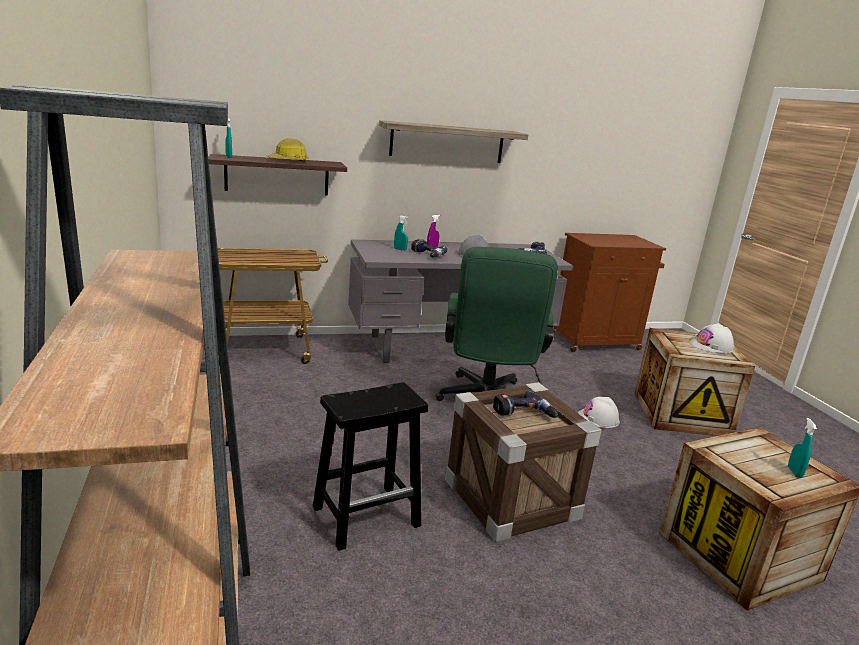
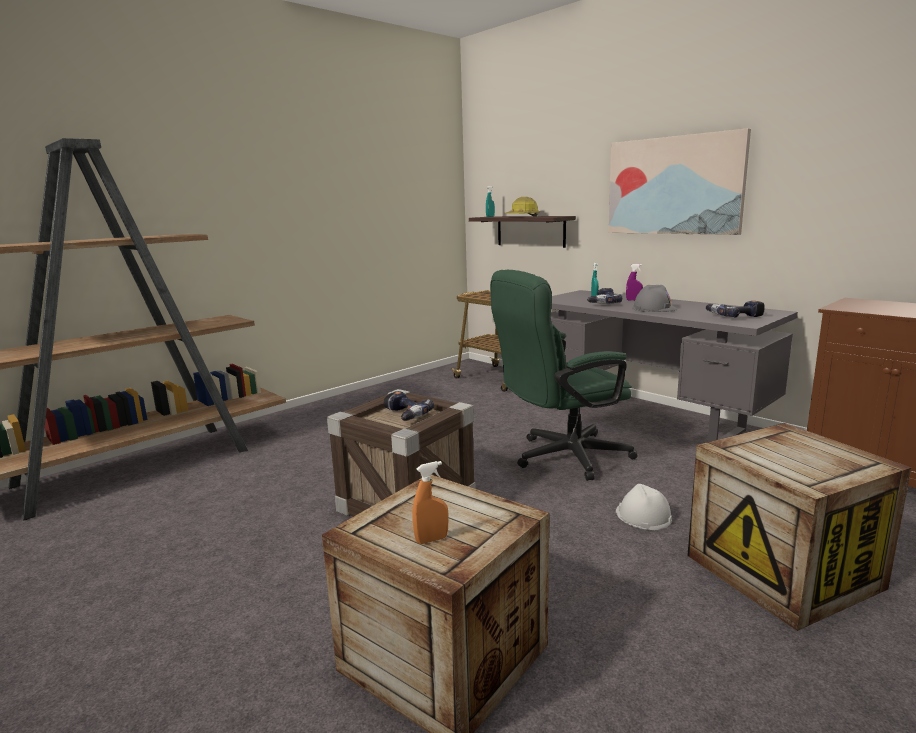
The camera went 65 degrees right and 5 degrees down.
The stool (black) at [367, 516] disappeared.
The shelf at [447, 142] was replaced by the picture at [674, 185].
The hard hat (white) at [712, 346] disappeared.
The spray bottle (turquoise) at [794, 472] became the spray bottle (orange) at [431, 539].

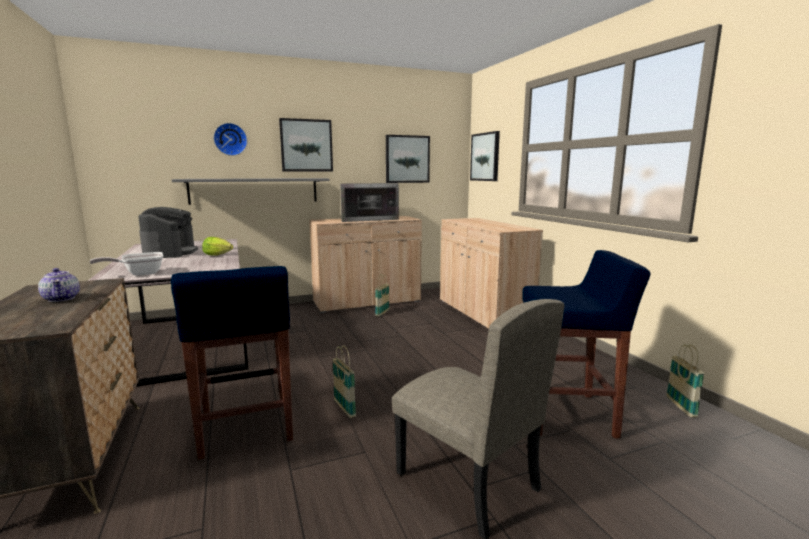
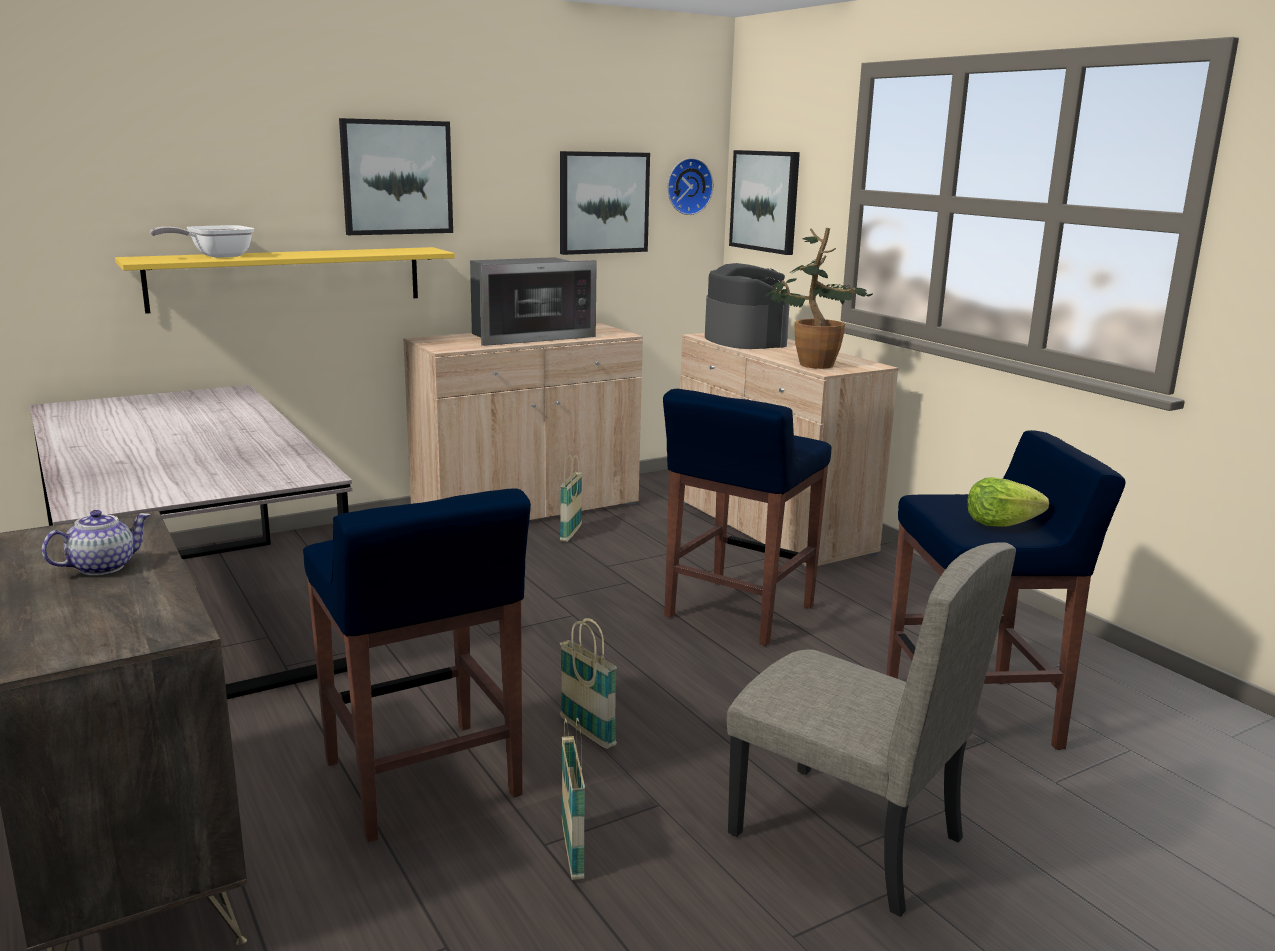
The camera went 10 degrees left and 5 degrees up.
The teapot at [62, 298] turned 90 degrees counterclockwise.
The frying pan moved from [139, 273] to [215, 256].
The coffee machine moved from [170, 252] to [744, 340].
The shelf (grey) at [254, 190] became the shelf (yellow) at [287, 278].
The lettuce moved from [217, 255] to [1000, 524].
The wall clock moved from [230, 139] to [687, 186].
The basket moved from [680, 407] to [572, 851].
The stool (blue) at [737, 613] appeared.
The potted plant at [811, 363] appeared.

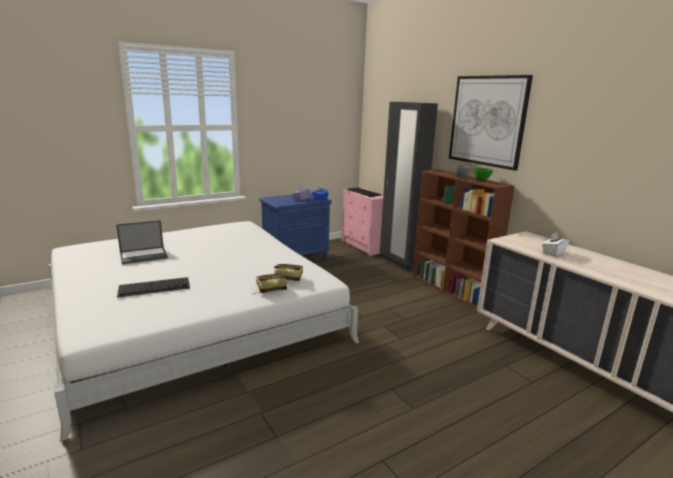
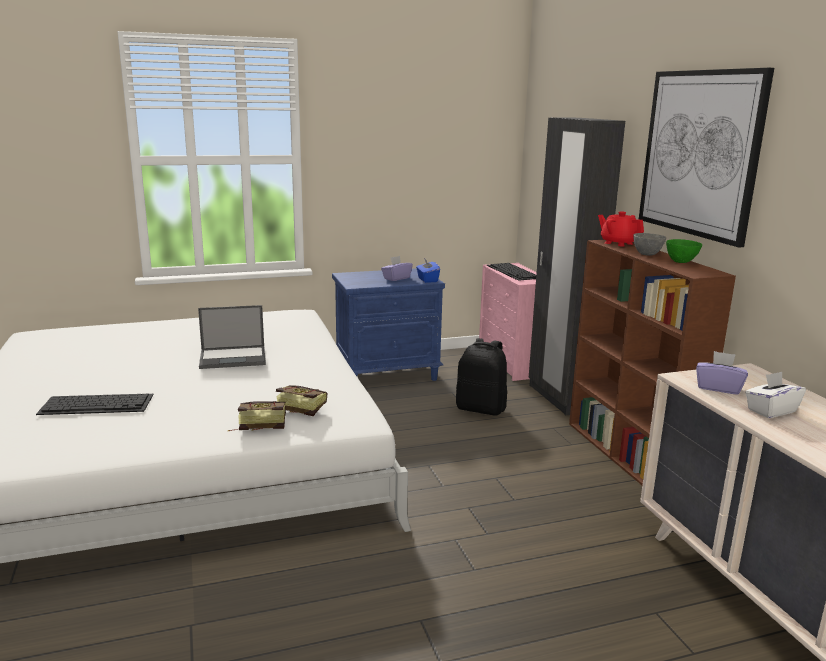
The camera went 15 degrees right and 0 degrees up.
The laptop moved from [144, 255] to [234, 358].
The backpack (black) at [481, 409] appeared.
The teapot (red) at [618, 243] appeared.
The tissue box (purple) at [718, 388] appeared.

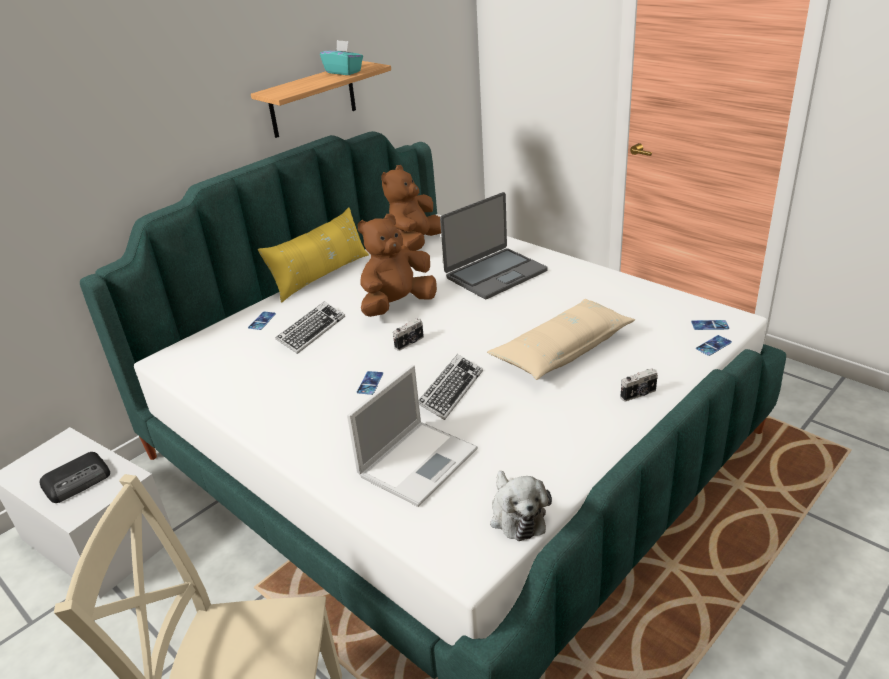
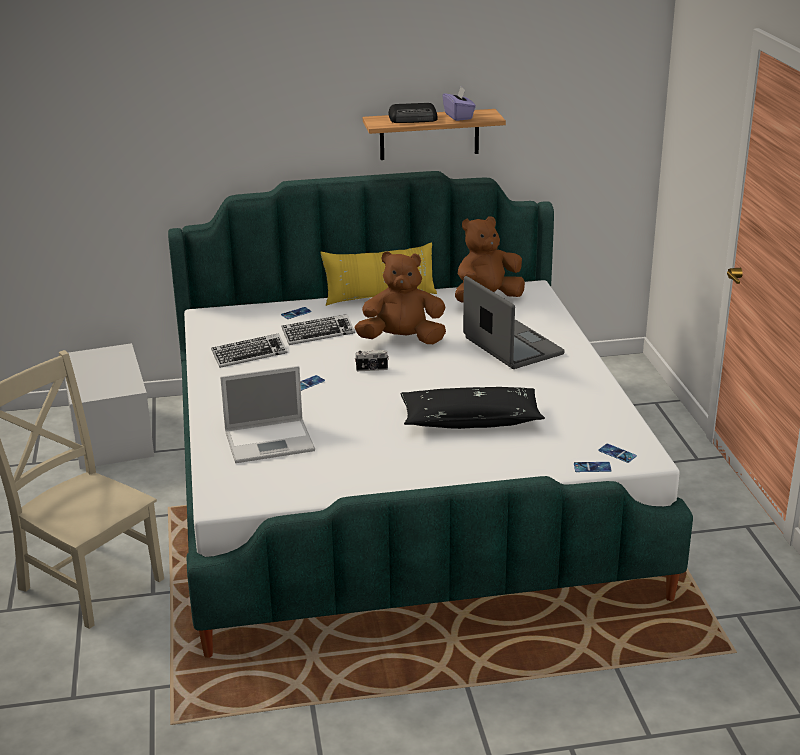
The camera went 35 degrees right and 5 degrees down.
The radio moved from [78, 481] to [414, 119].
The tissue box (turquoise) at [344, 72] became the tissue box (purple) at [459, 116].
The keyboard moved from [450, 391] to [249, 355].
The laptop at [495, 274] turned 120 degrees counterclockwise.
The pillow (beige) at [562, 350] became the pillow (black) at [471, 420].
The plush toy at [516, 515] disappeared.
The photo camera at [639, 394] disappeared.

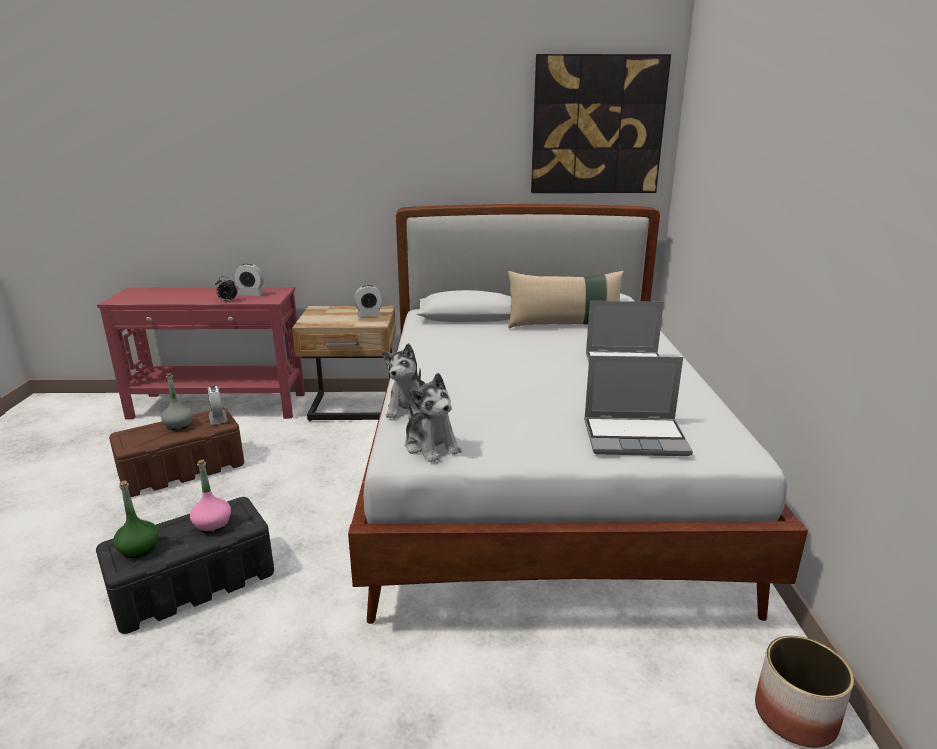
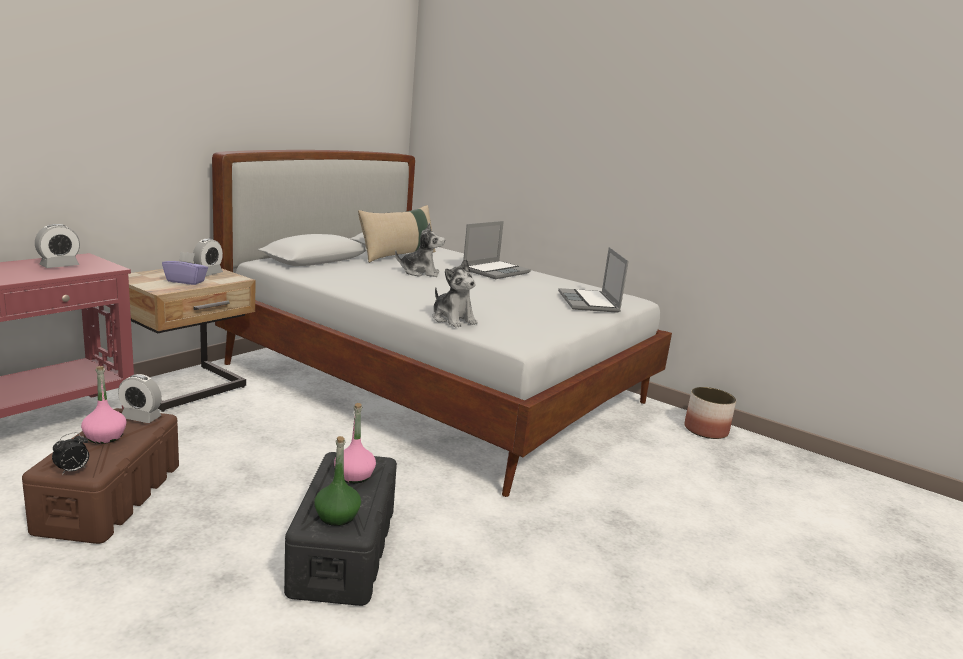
The camera went 55 degrees left and 5 degrees down.
The bottle (grey) at [179, 425] became the bottle (pink) at [104, 437].
The alarm clock moved from [227, 301] to [72, 471].
The plush toy moved from [431, 446] to [420, 273].
The picture at [597, 126] disappeared.
The laptop at [636, 437] turned 135 degrees clockwise.
The tissue box (purple) at [186, 281] appeared.

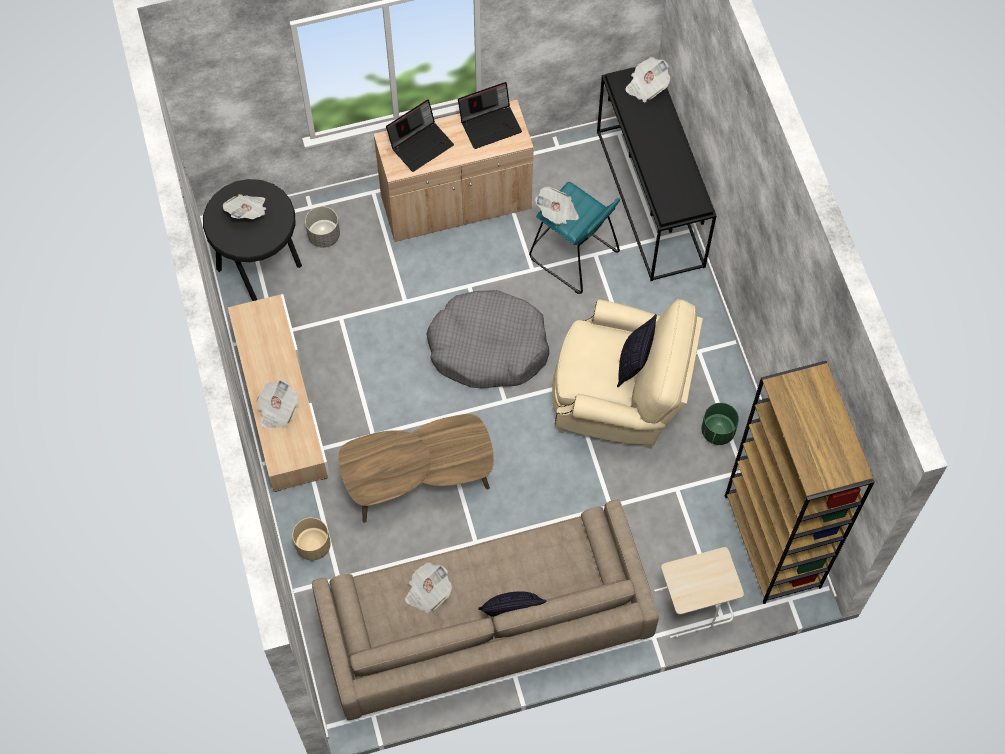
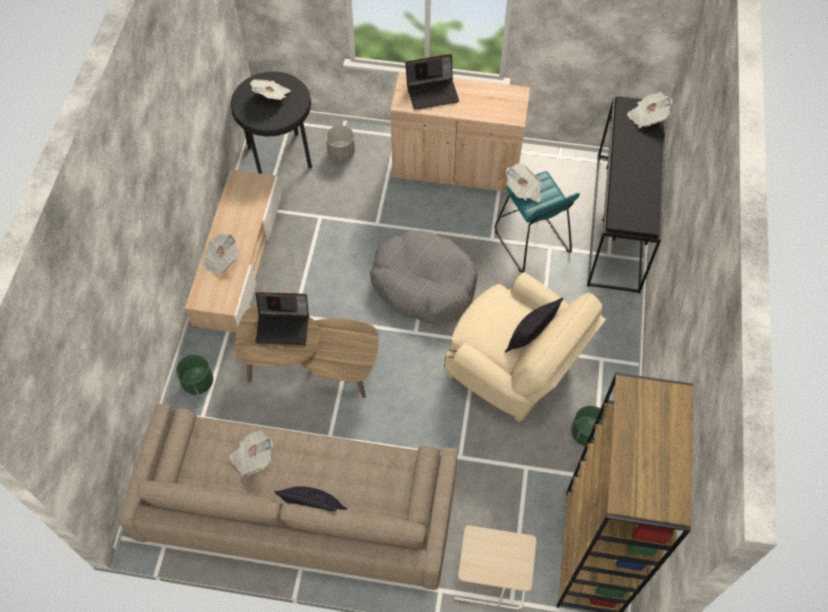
The camera went 25 degrees right and 5 degrees down.
The planter (beige) at [313, 545] became the planter (green) at [198, 382].
The laptop moved from [490, 124] to [283, 326].

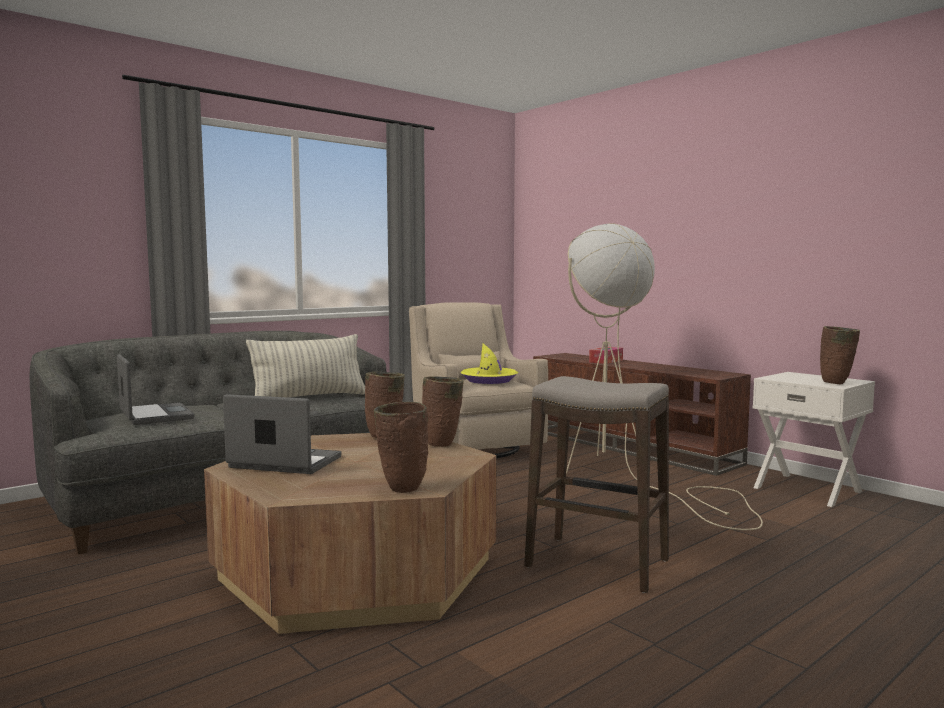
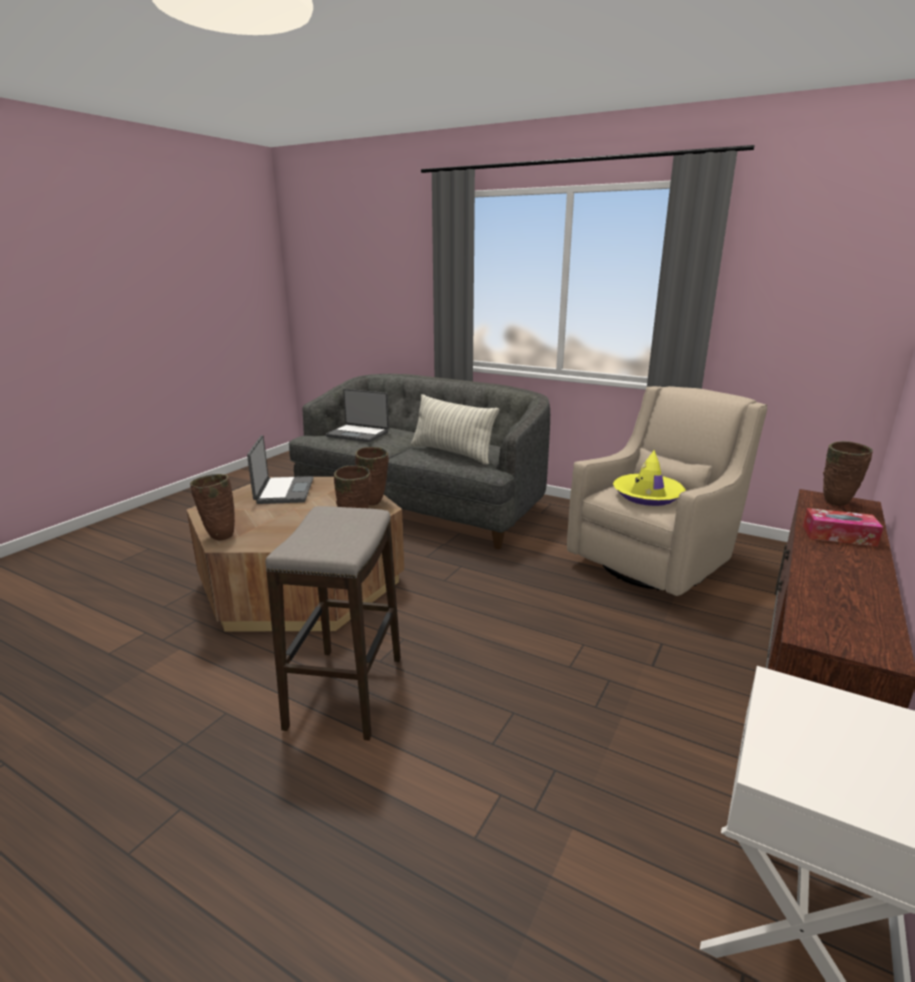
The camera went 70 degrees right and 15 degrees up.
The laptop at [154, 416] turned 75 degrees clockwise.
The floor lamp (beige) at [629, 477] disappeared.
The vase (brown) moved from [836, 383] to [836, 503].

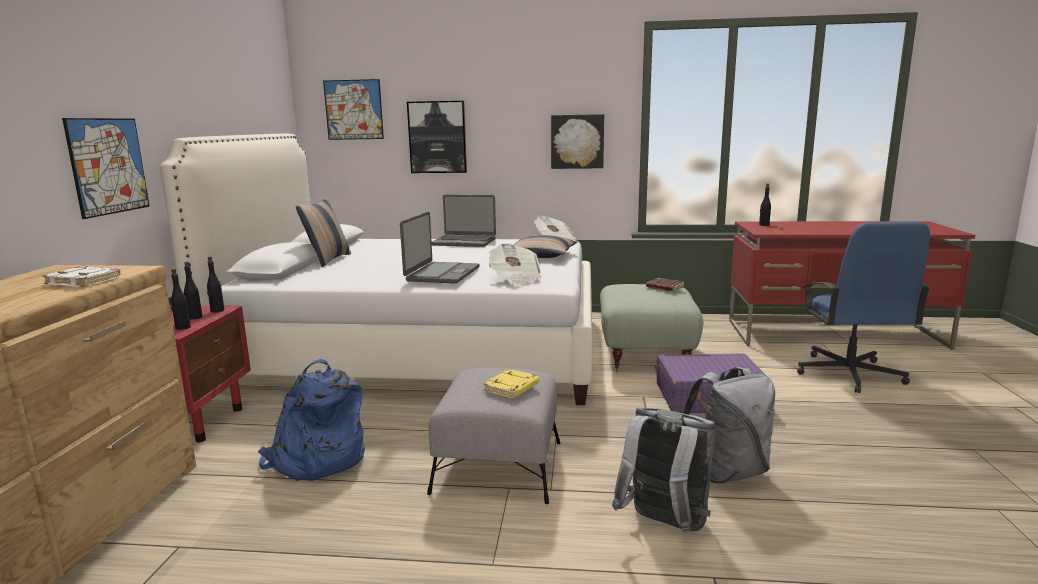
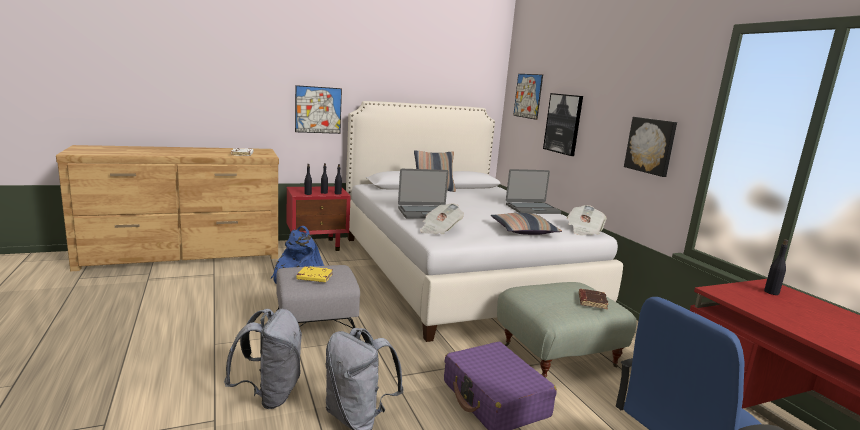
The camera went 60 degrees right and 0 degrees up.
The laptop at [464, 242] turned 90 degrees counterclockwise.

